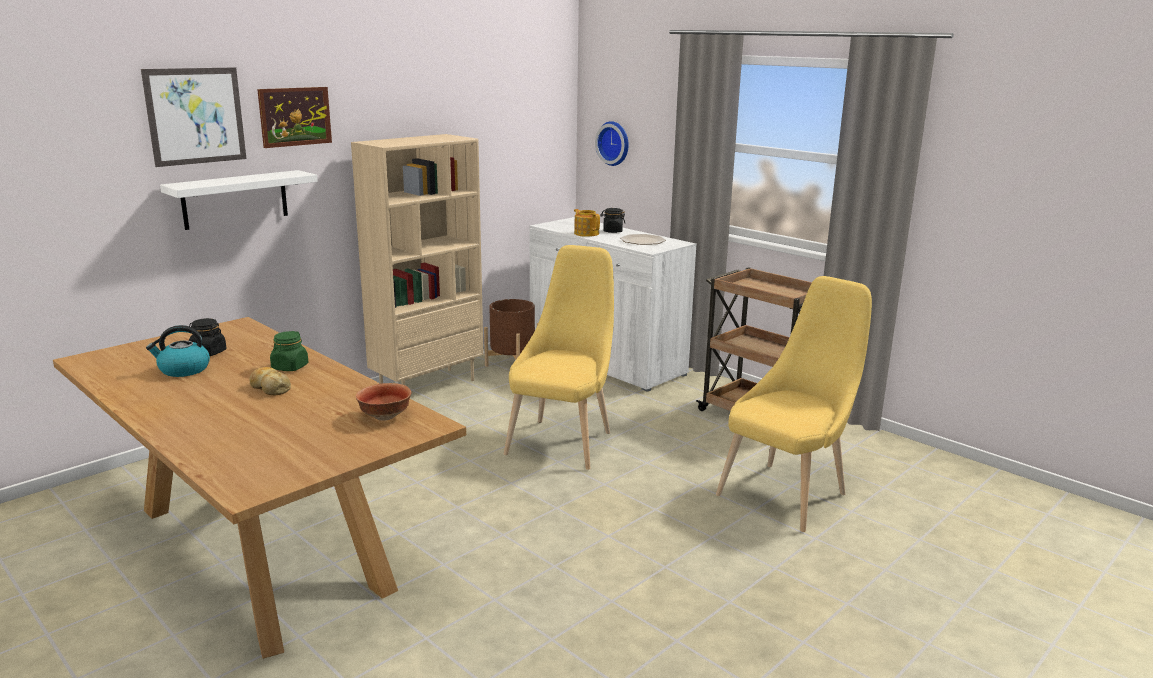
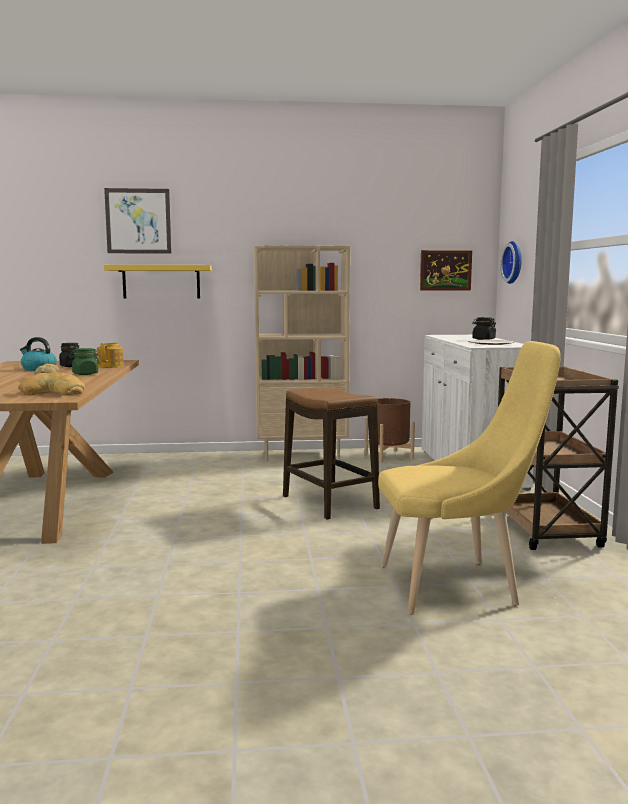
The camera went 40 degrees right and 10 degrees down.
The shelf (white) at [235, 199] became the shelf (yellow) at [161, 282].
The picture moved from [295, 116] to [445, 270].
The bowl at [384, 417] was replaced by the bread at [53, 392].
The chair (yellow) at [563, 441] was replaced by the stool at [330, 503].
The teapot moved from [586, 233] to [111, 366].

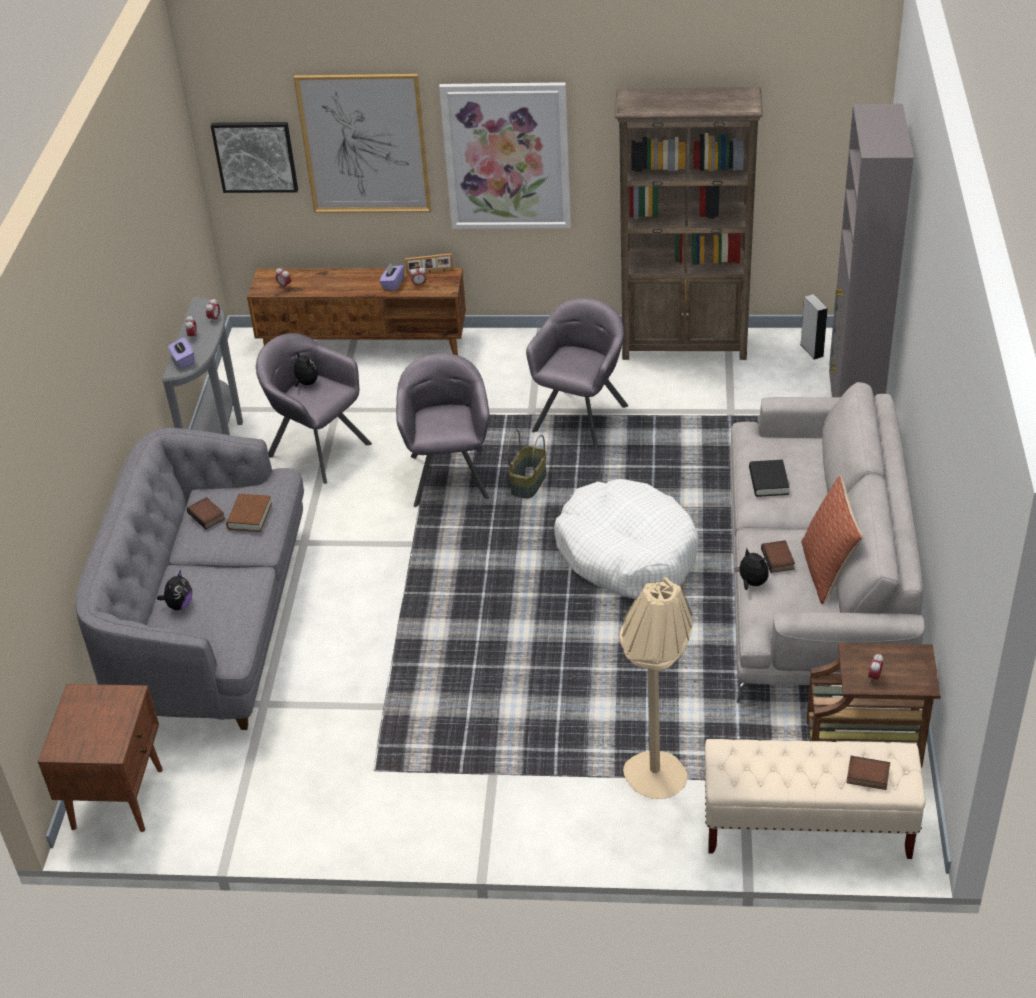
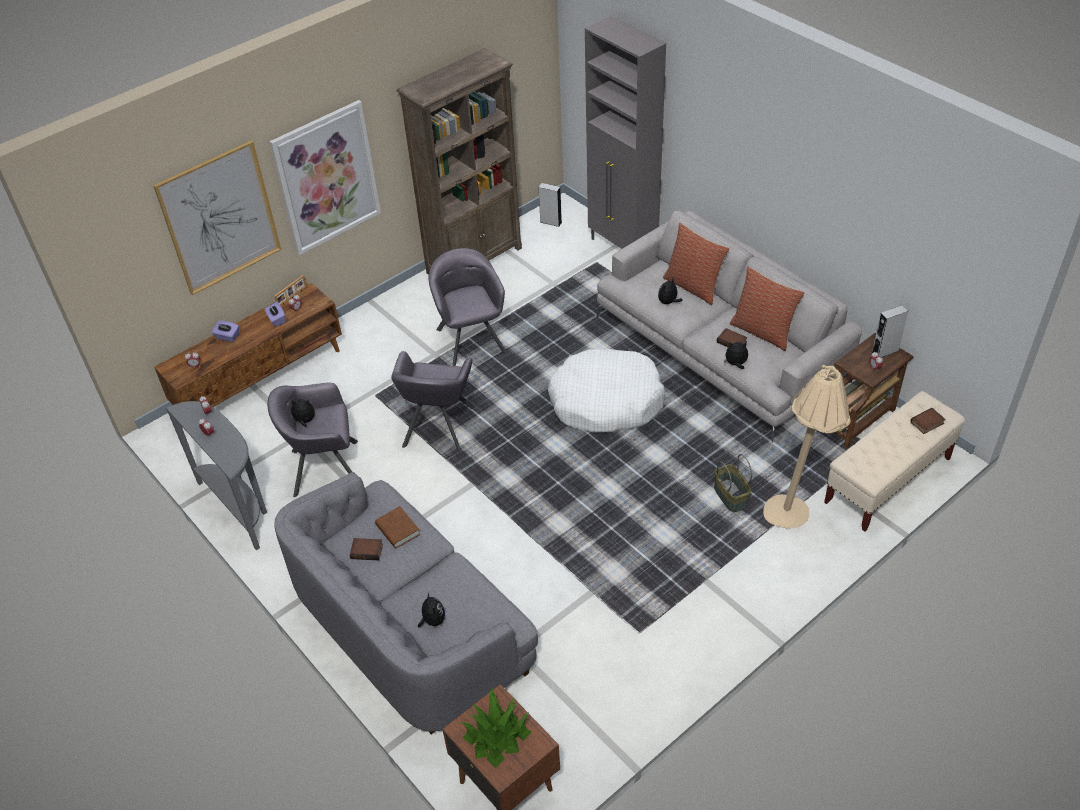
The camera went 45 degrees left and 5 degrees up.
The tissue box (purple) moved from [183, 360] to [227, 337].
The picture at [255, 156] disappeared.
The armchair (grey) at [450, 476] turned 120 degrees counterclockwise.
The basket moved from [528, 483] to [730, 496].
The book (black) at [768, 482] was replaced by the plush toy at [668, 302].
The potted plant at [496, 736] appeared.
The pillow at [693, 286] appeared.
The speaker (grey) at [885, 351] appeared.

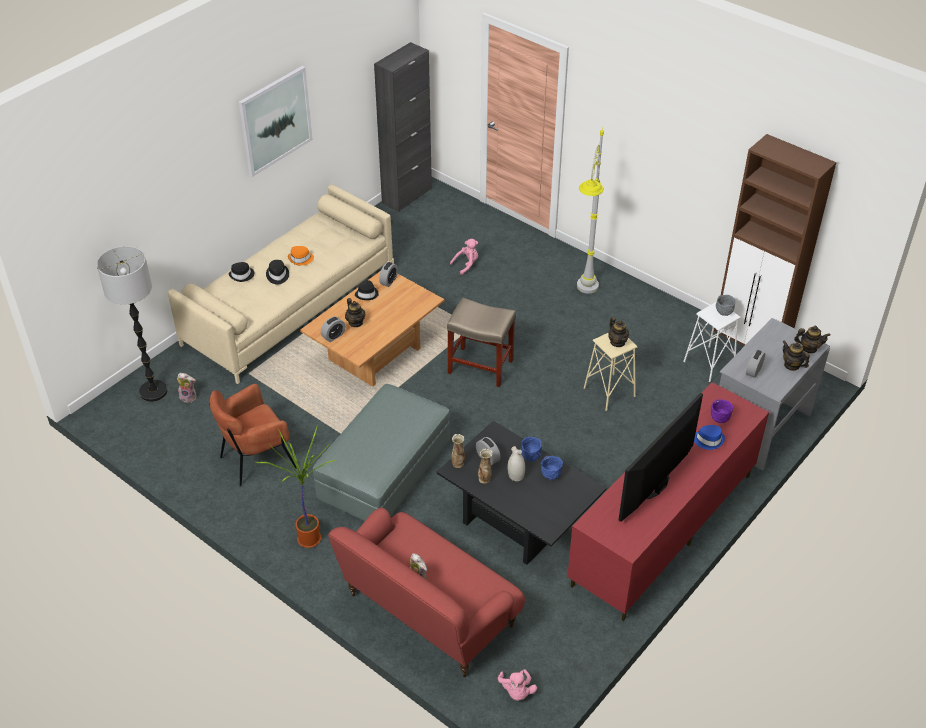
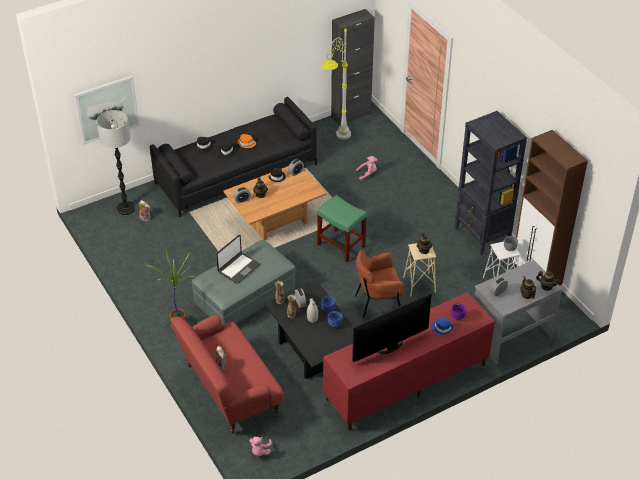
The camera went 20 degrees right and 0 degrees up.
The sofa (beige) at [290, 305] became the sofa (black) at [236, 173].
The armchair (brown) moved from [256, 460] to [378, 303].
The picture moved from [275, 120] to [107, 109].
The stool (beige) at [481, 367] became the stool (green) at [341, 246].
The floor lamp (grey) moved from [584, 298] to [336, 141].
The laptop at [238, 268] appeared.
The bookcase (black) at [482, 236] appeared.

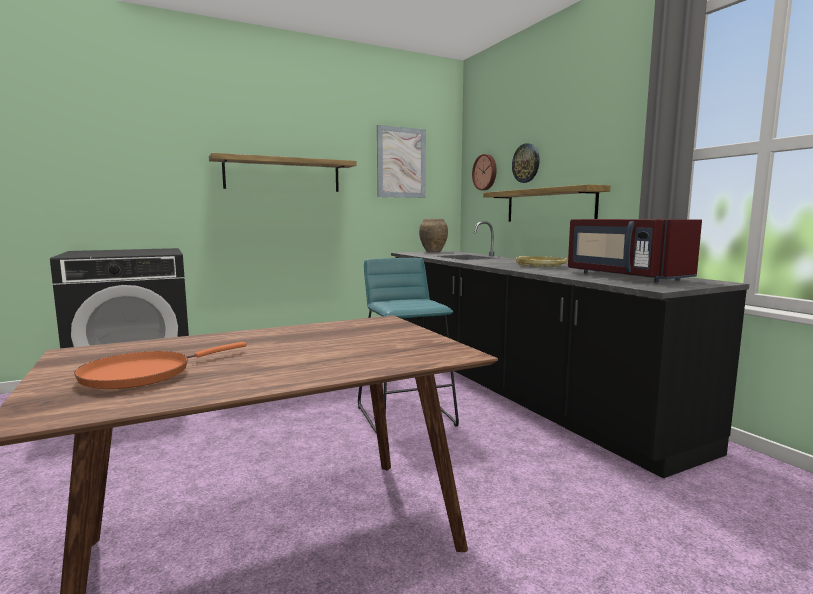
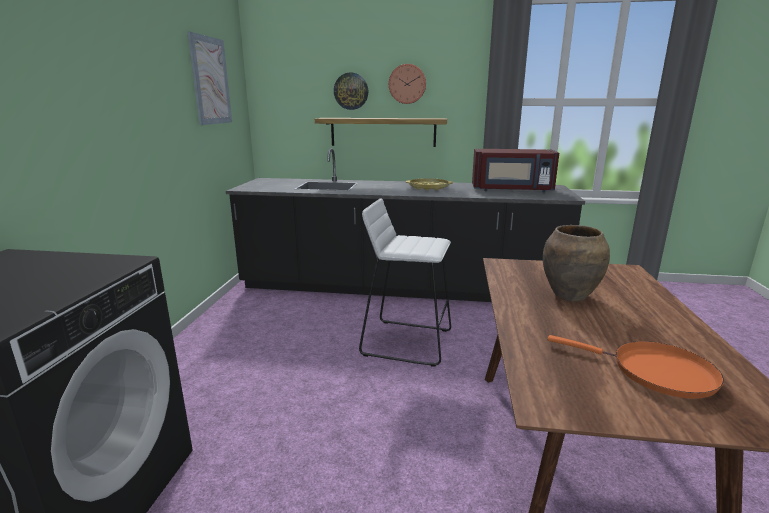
The camera went 55 degrees left and 10 degrees up.
The frying pan (orange) at [143, 374] turned 45 degrees counterclockwise.
The shelf at [283, 175] disappeared.
The stool (turquoise) at [406, 415] became the stool (white) at [406, 341].
The vase (brown) moved from [433, 252] to [570, 296].
The wall clock moved from [485, 172] to [407, 84].

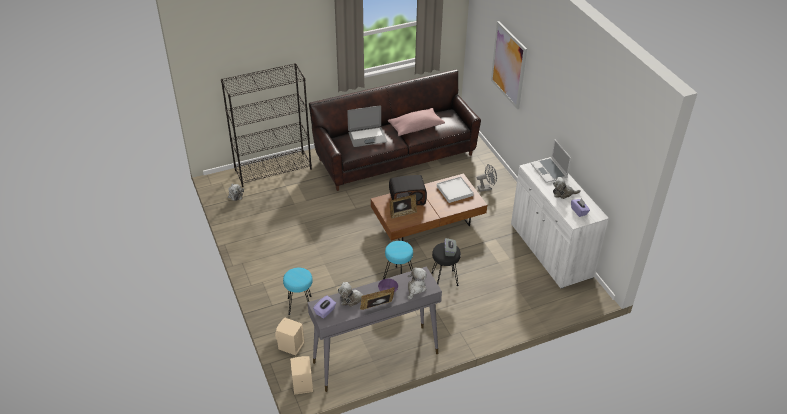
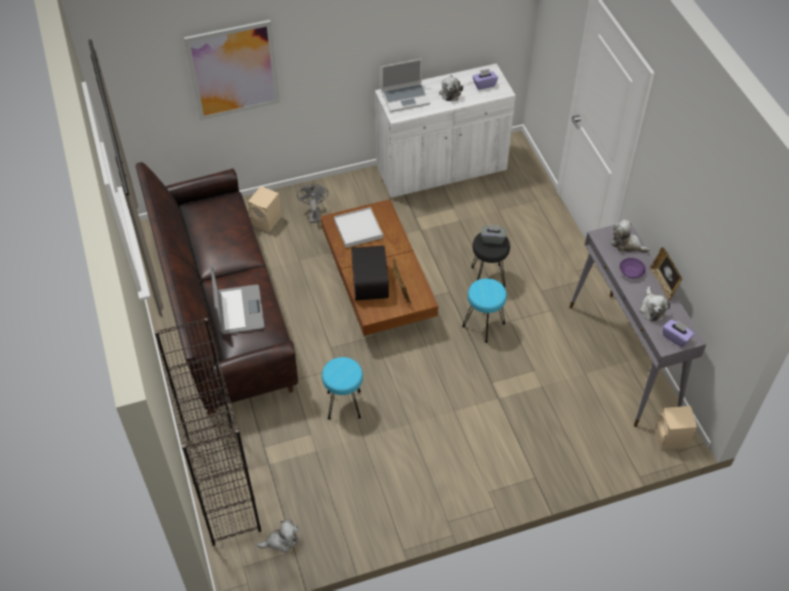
The camera went 85 degrees left and 10 degrees up.
The speaker (beige) moved from [290, 346] to [267, 221].
The stool (turquoise) moved from [300, 305] to [344, 404].
The pillow (pink) at [415, 127] disappeared.

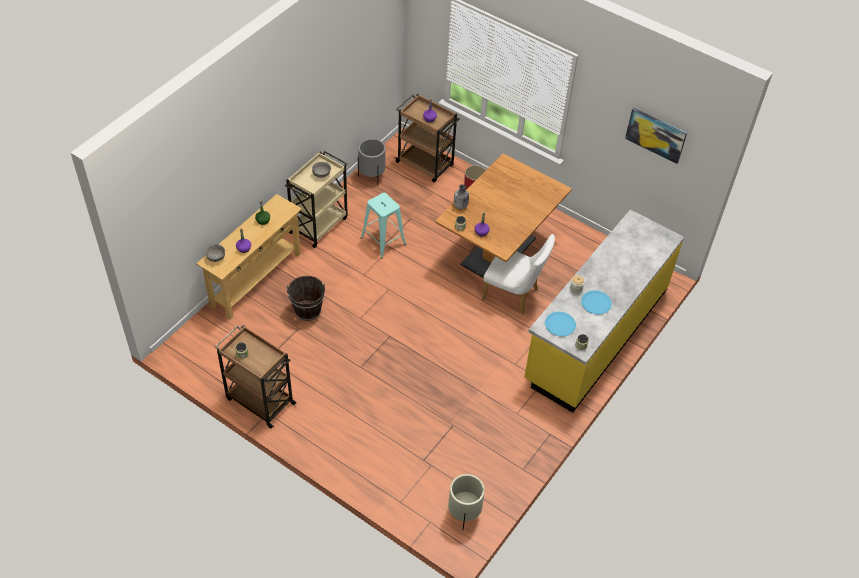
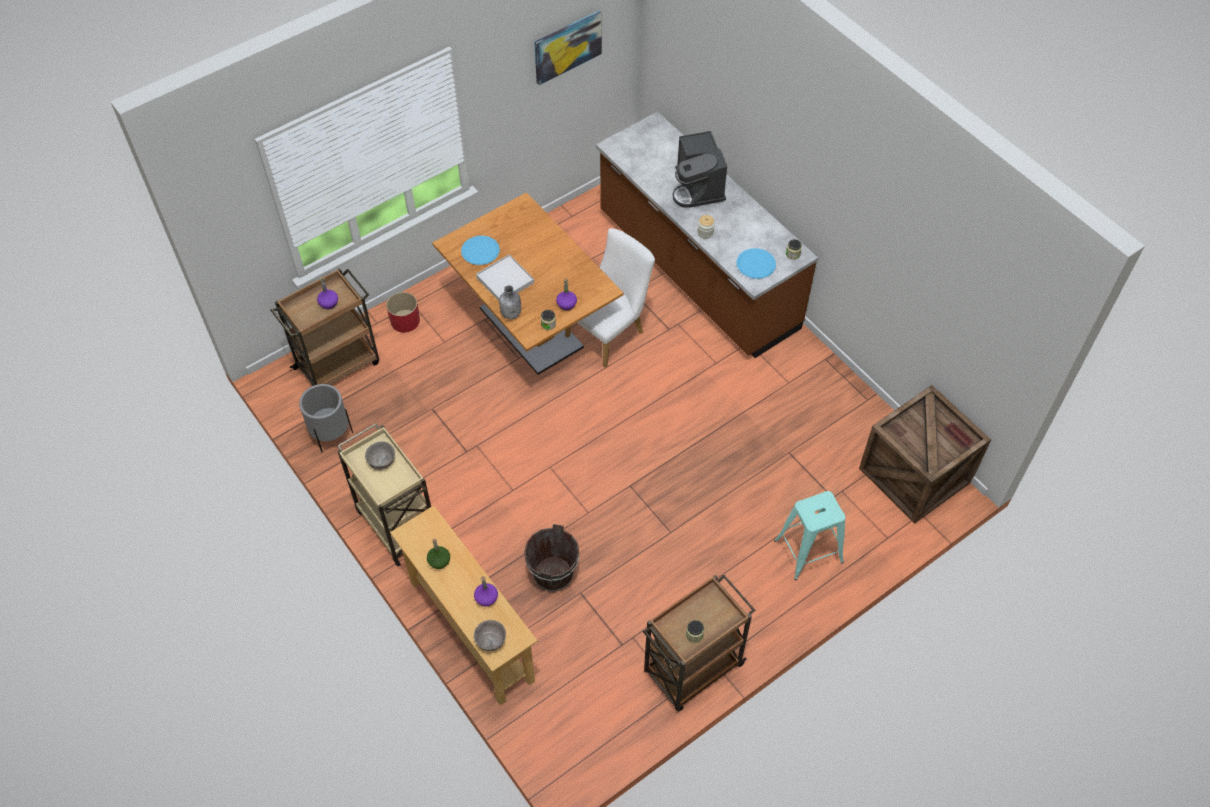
The camera went 70 degrees left and 5 degrees up.
The stool (turquoise) moved from [383, 241] to [808, 551].
The planter (beige) at [464, 514] was replaced by the crate at [916, 475].
The counter (yellow) at [595, 335] became the counter (brown) at [696, 272].
The plate (blue) moved from [596, 303] to [480, 251].
The tray (white) at [505, 280] appeared.
The coffee machine at [698, 188] appeared.

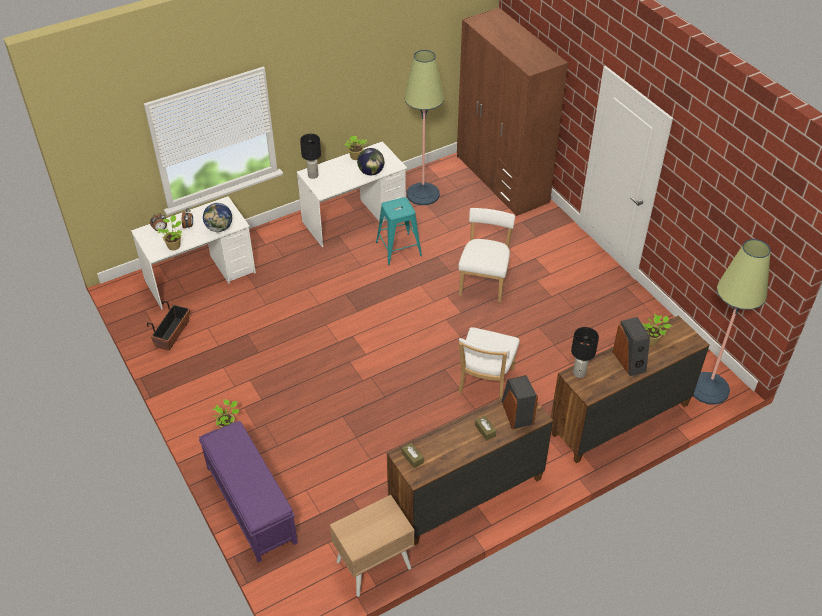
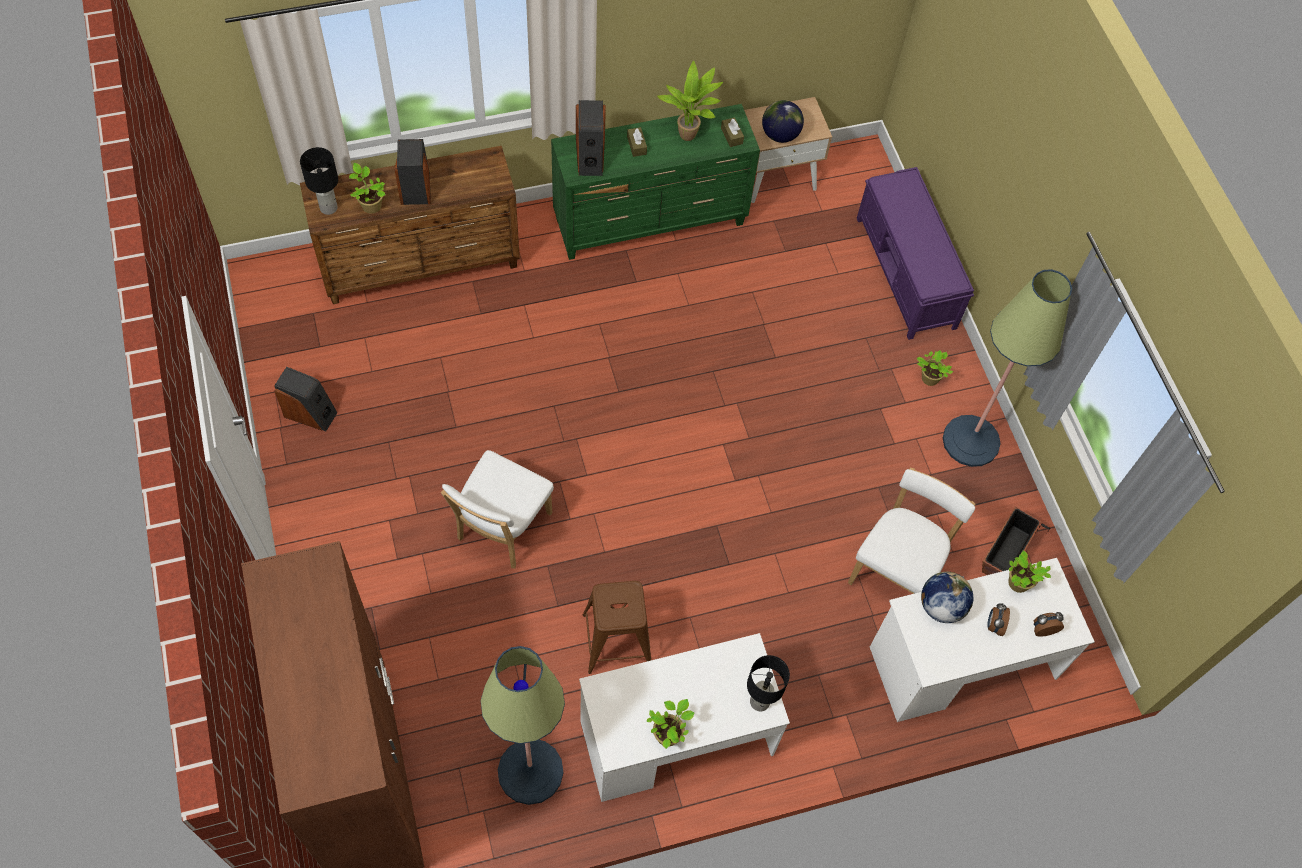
The camera went 170 degrees left and 15 degrees up.
The globe moved from [371, 172] to [780, 135].
The stool (turquoise) at [398, 249] became the stool (brown) at [616, 640].
The dresser (brown) at [466, 495] became the dresser (green) at [650, 222].
The chair (white) moved from [485, 383] to [897, 569].
The table lamp (black) moved from [579, 373] to [328, 207].
The floor lamp moved from [708, 388] to [971, 441].
The speaker at [310, 413] appeared.
The potted plant at [690, 137] appeared.

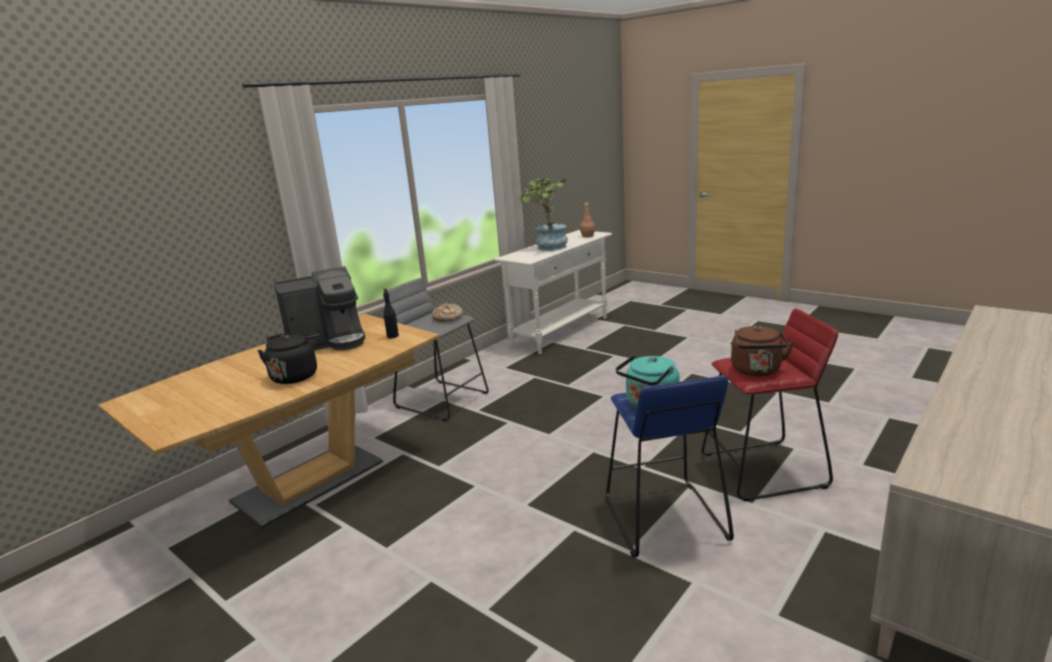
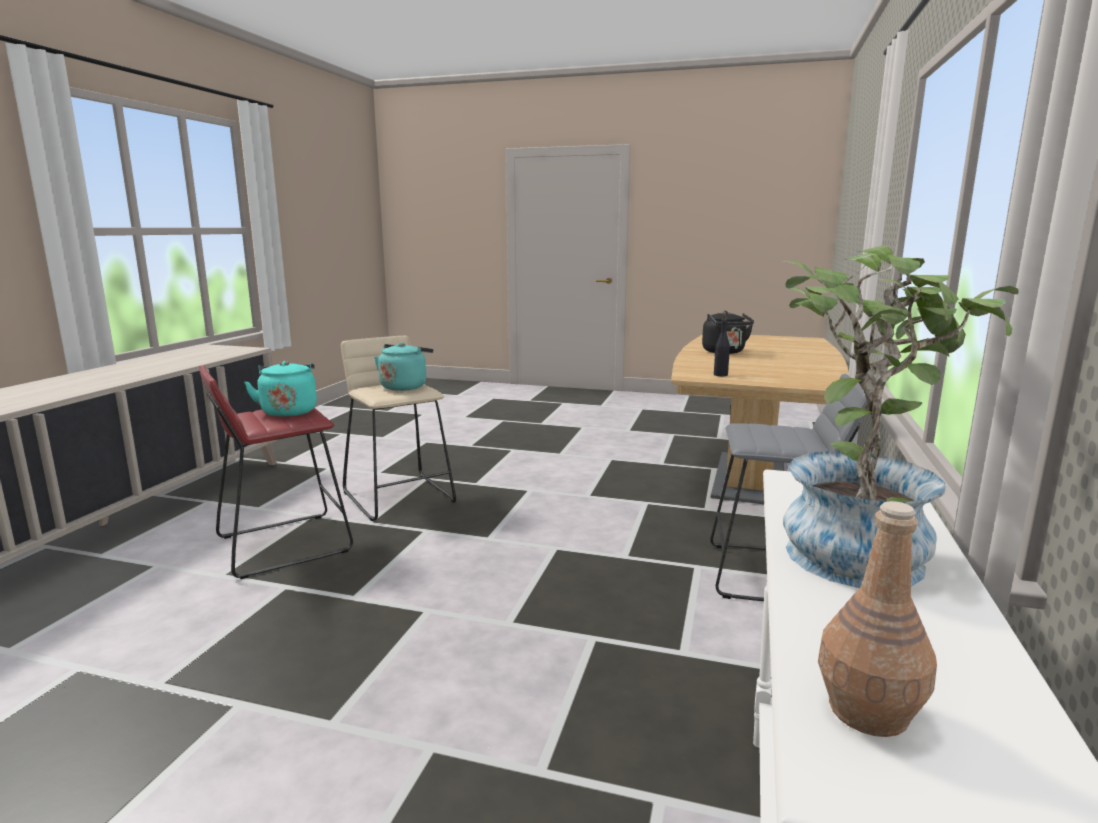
The camera went 155 degrees right and 5 degrees down.
The coffee machine at [328, 342] disappeared.
The bread at [447, 318] disappeared.
The stool (blue) at [663, 519] became the stool (beige) at [400, 497].
The kettle (brown) at [757, 371] became the kettle (turquoise) at [289, 411].

